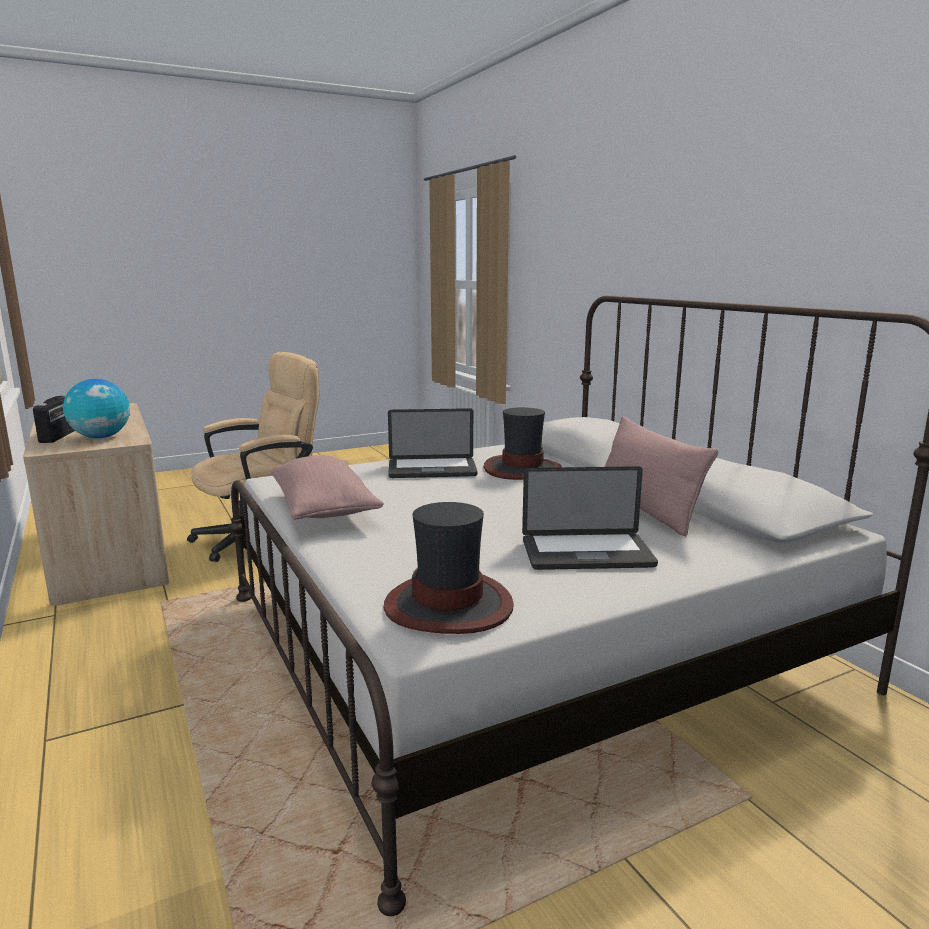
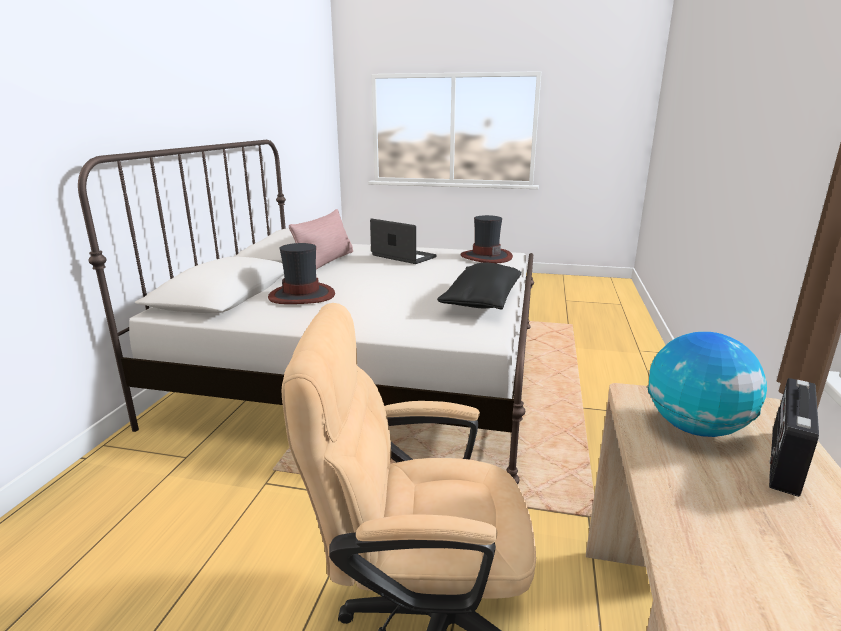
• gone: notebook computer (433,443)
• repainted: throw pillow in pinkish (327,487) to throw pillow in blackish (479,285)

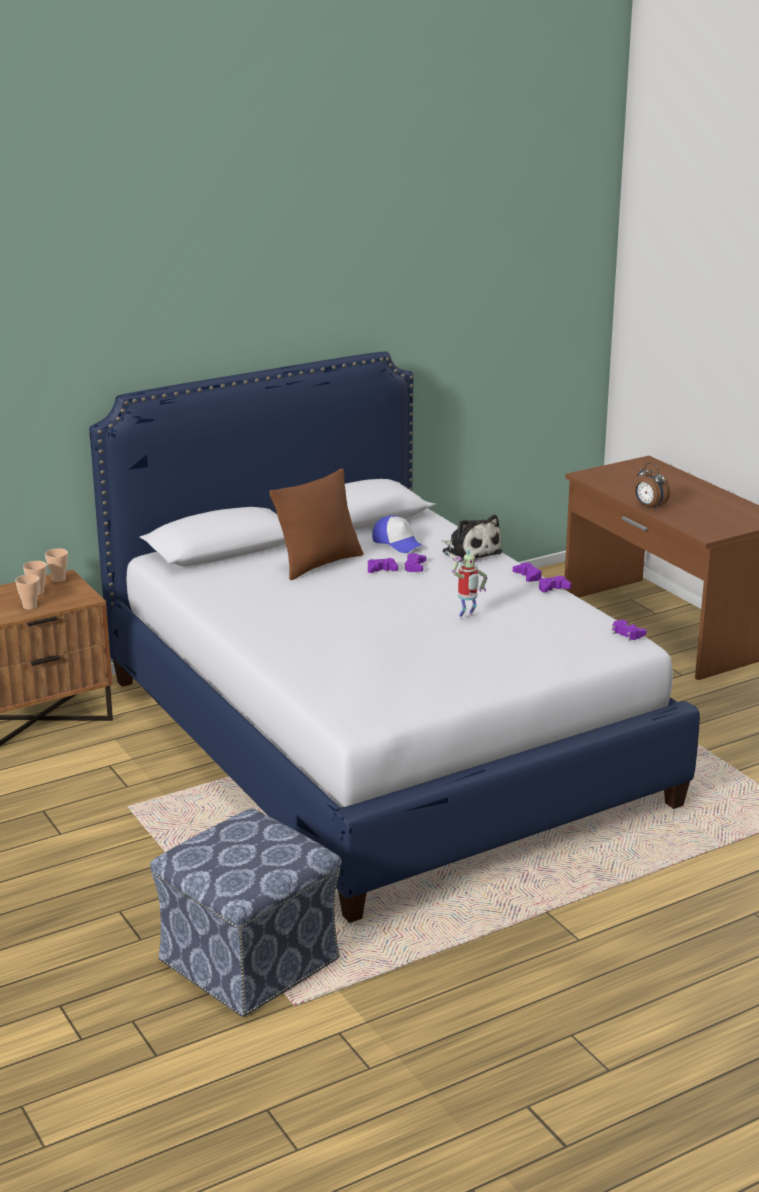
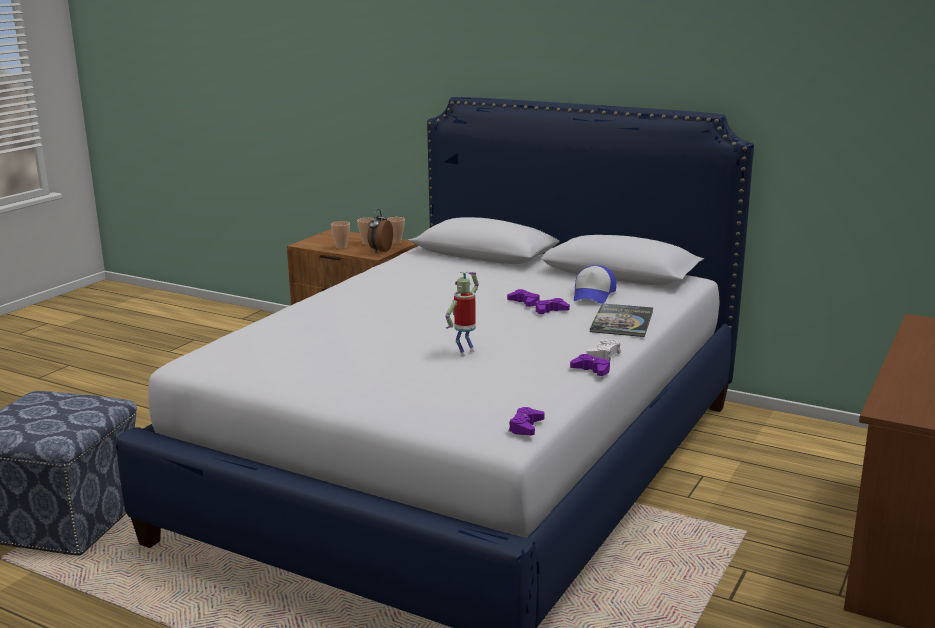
• shifted: bedside clock (652,486) to (380,230)
• gone: throw pillow in brown-coloured (316,524)
• swapped: plush toy (472,538) to book (621,320)
• rotated: toy robot (469,583) = (462,314) 105 degrees clockwise
• repainted: joypad in purplish (527,572) to joypad in white-coloured (604,349)

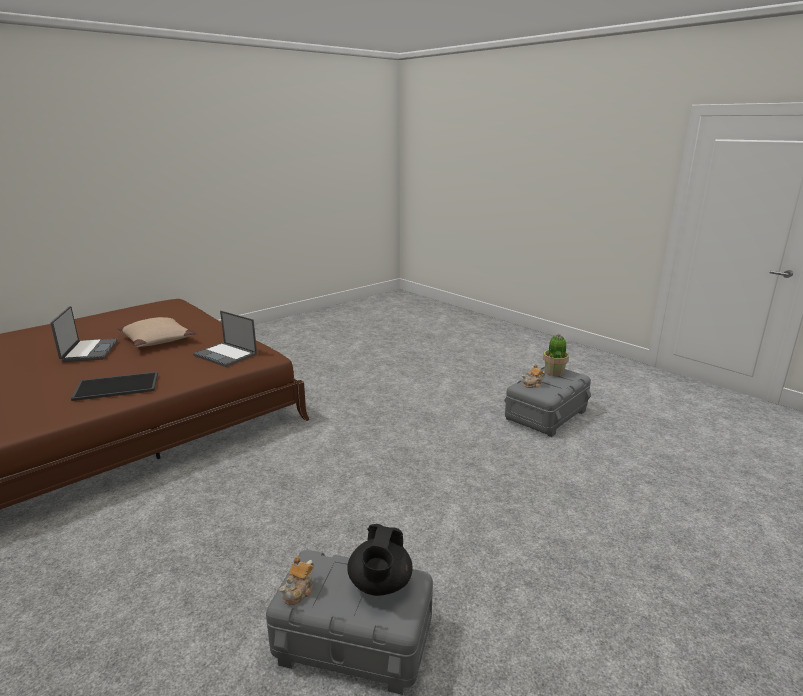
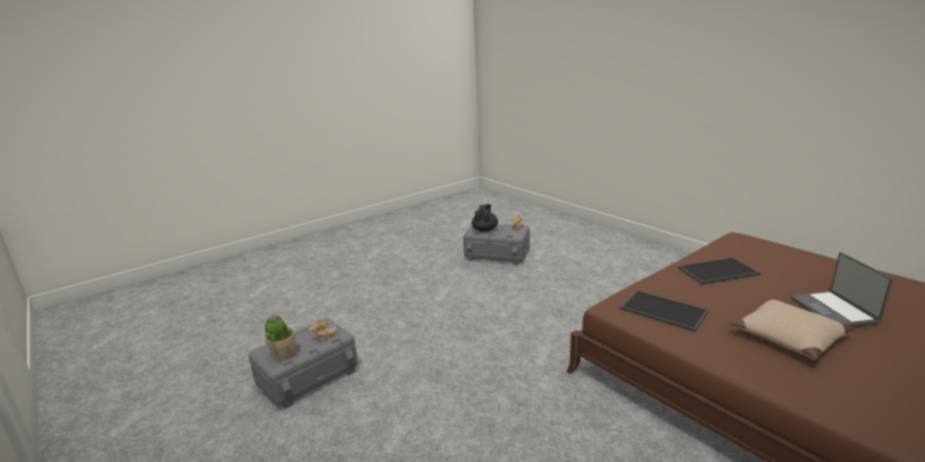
• swapped: notebook computer (225,339) to serving tray (664,311)

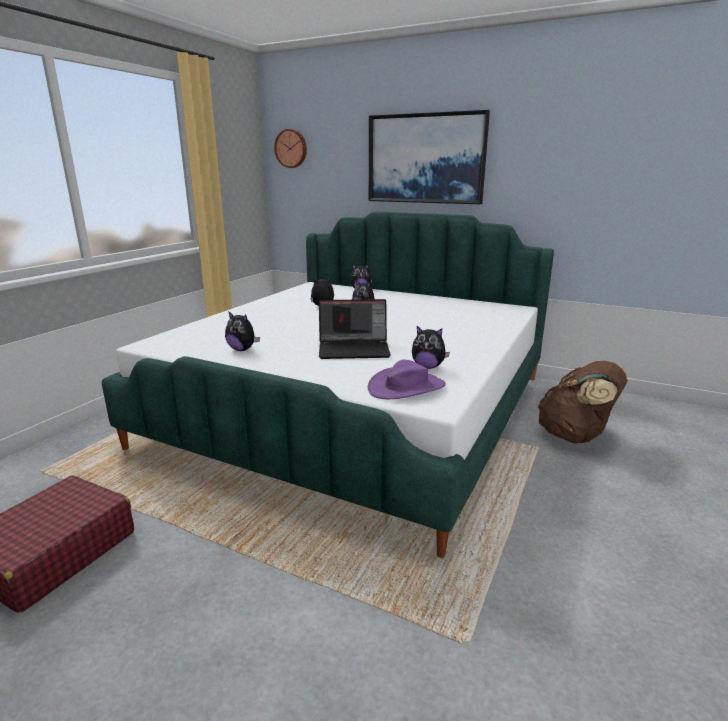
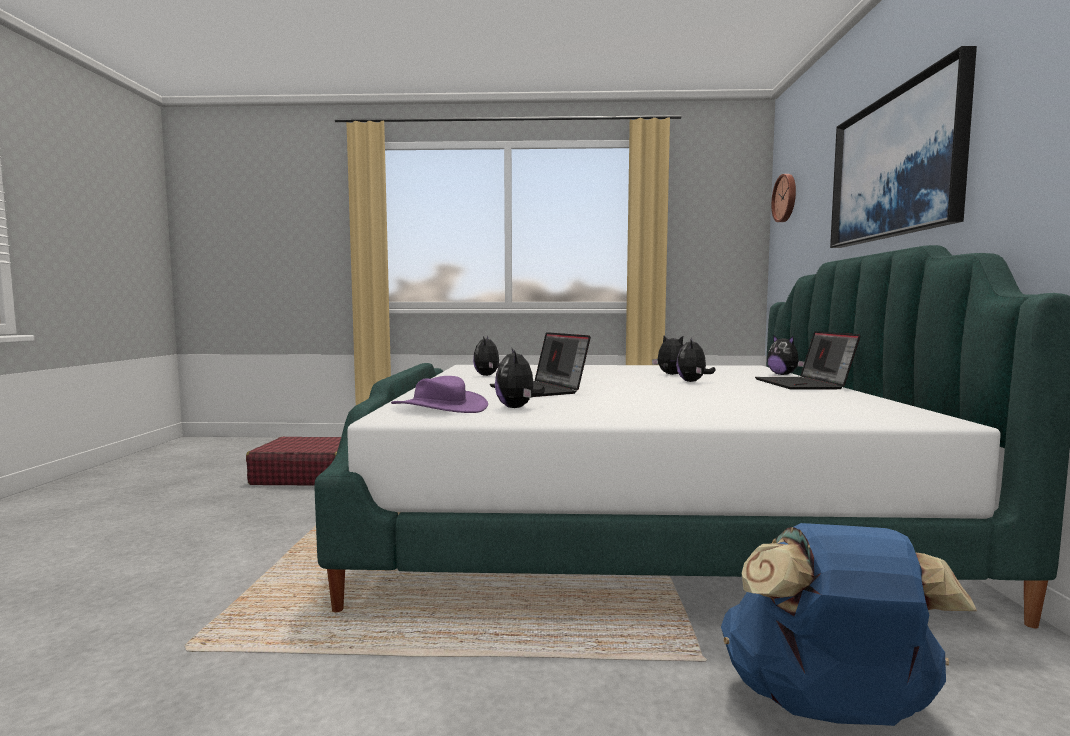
• repainted: knapsack in brown-coloured (583,402) to knapsack in blue (849,624)
• new: notebook computer (808,360)

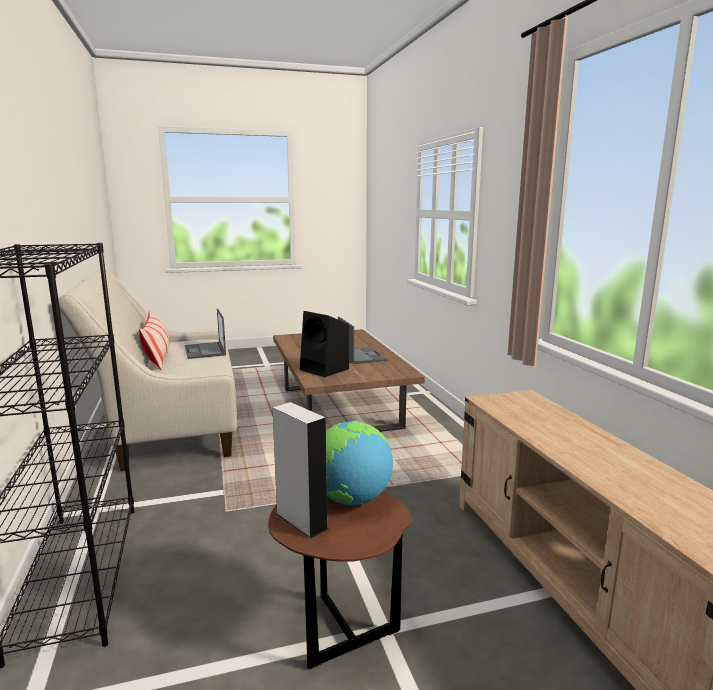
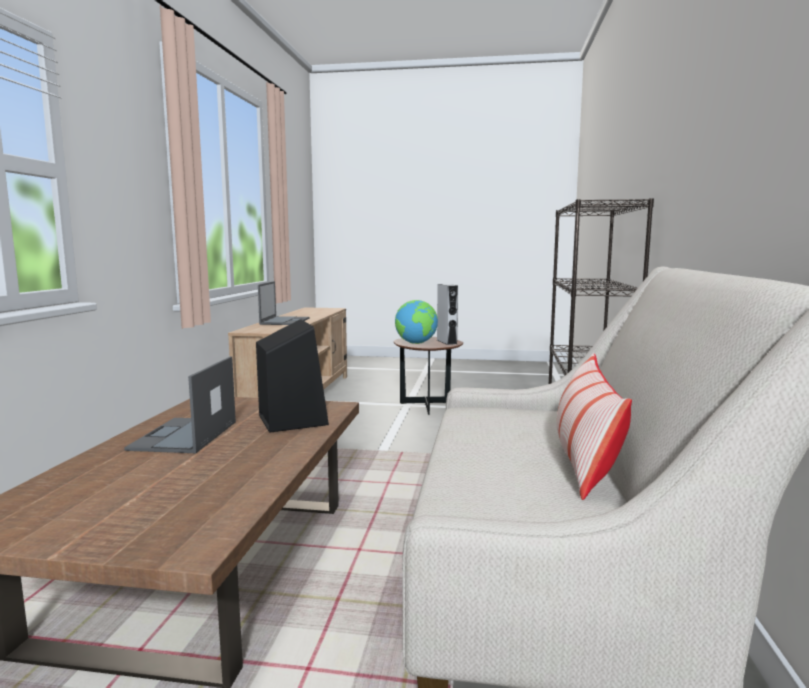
• shifted: notebook computer (205,333) to (284,303)

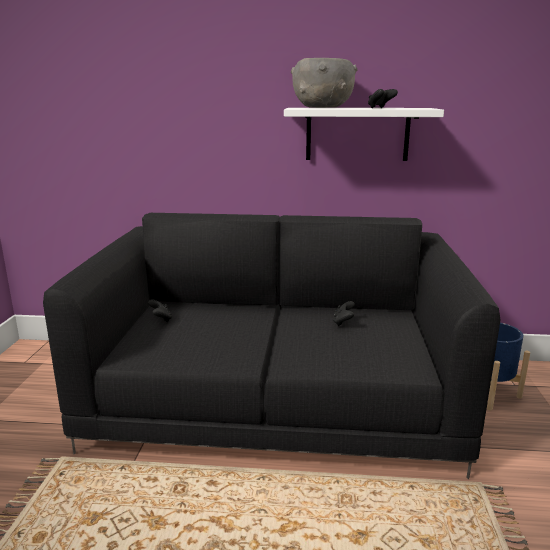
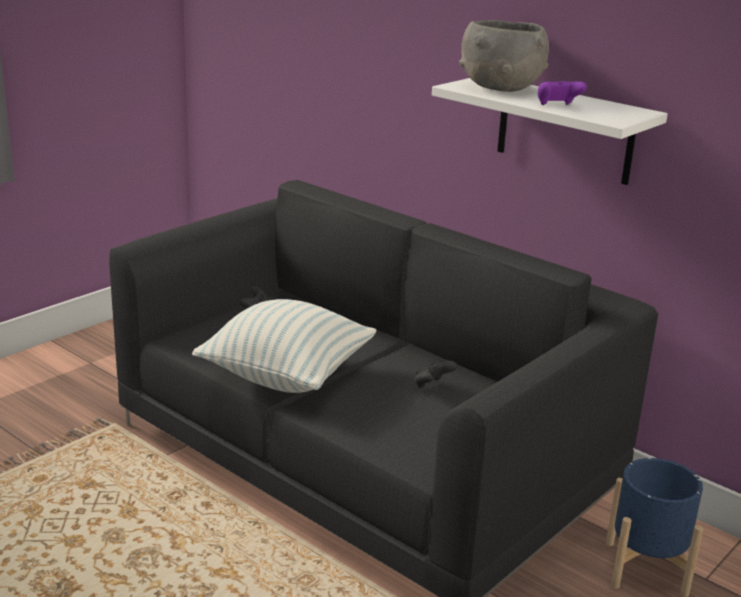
• repainted: joypad in blackish (383,98) to joypad in purplish (562,93)
• new: throw pillow (284,346)

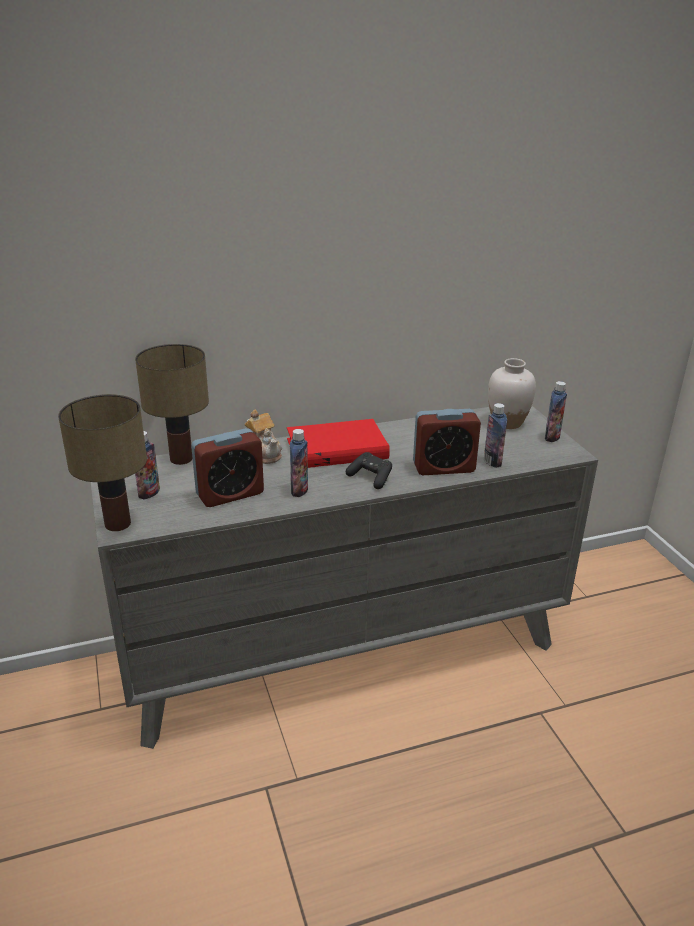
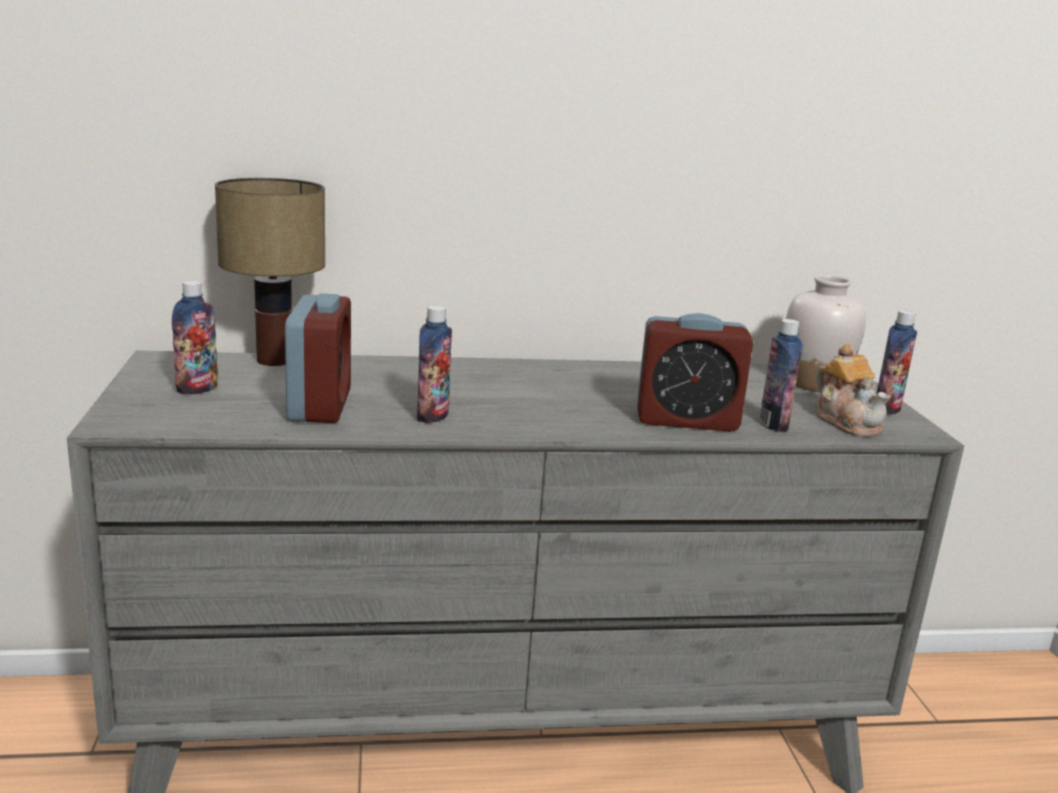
• gone: tabletop lamp (102,462)
• shifted: tea pot (263,436) to (853,390)
• gone: book in red (338,443)
• rotated: bedside clock (227,467) = (318,358) 75 degrees counterclockwise
• gone: joypad in blackish (369,470)

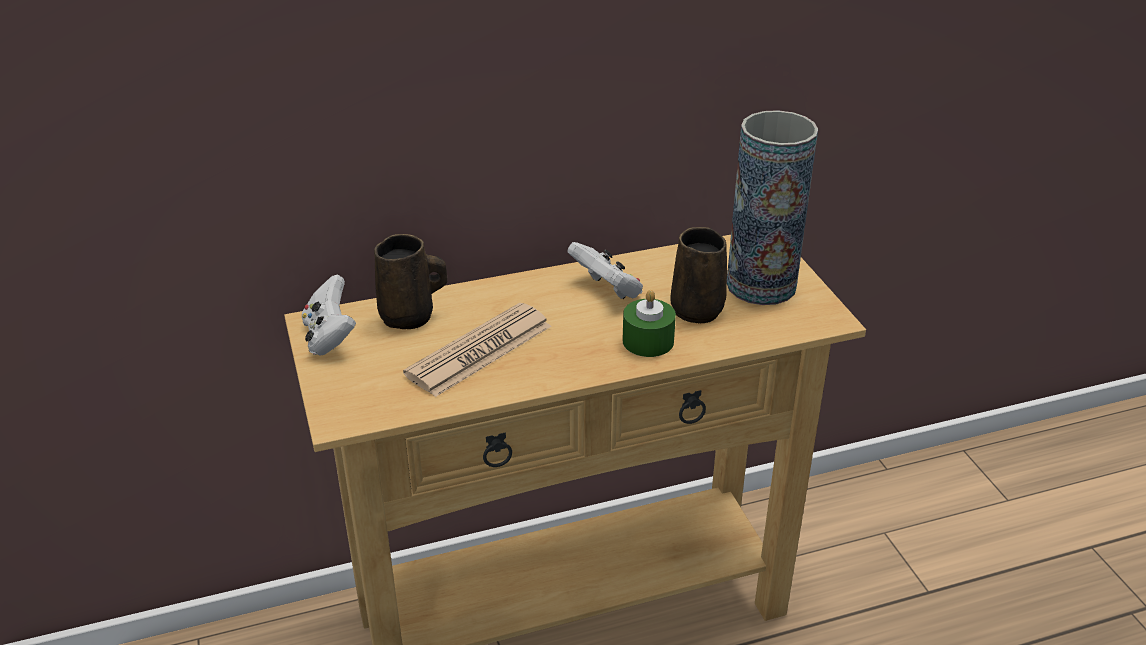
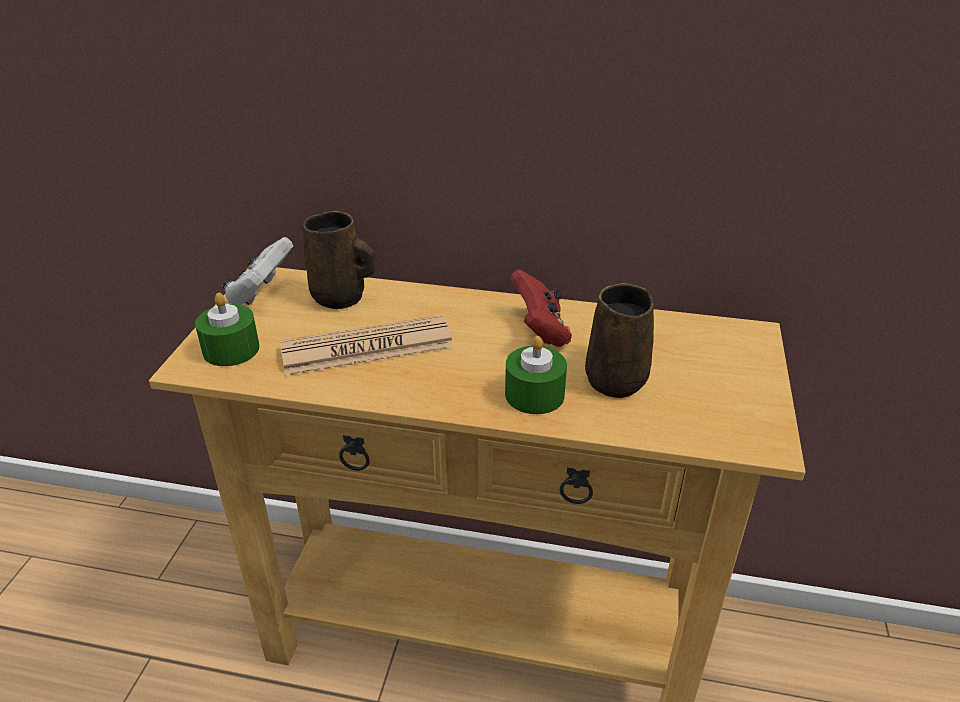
• gone: decorative vase (772,207)
• repainted: joypad in white-coloured (605,270) to joypad in red (541,308)
• new: candle in green-coloured (227,329)

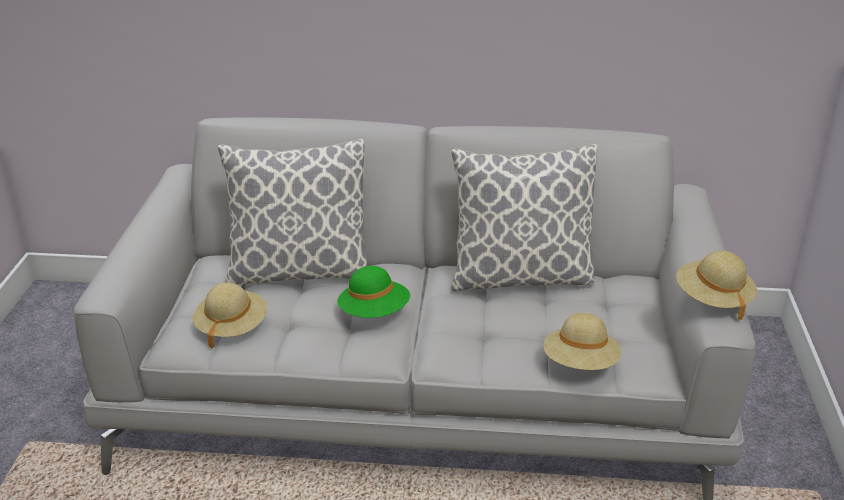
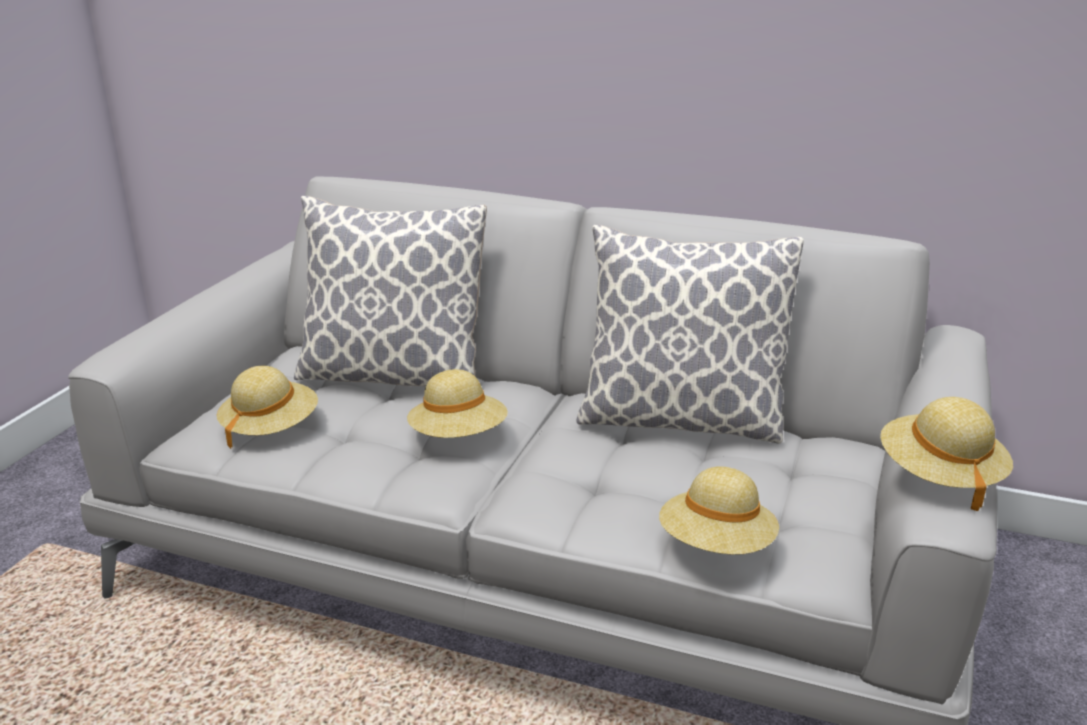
• repainted: hat in green-coloured (373,292) to hat in beige (457,403)

